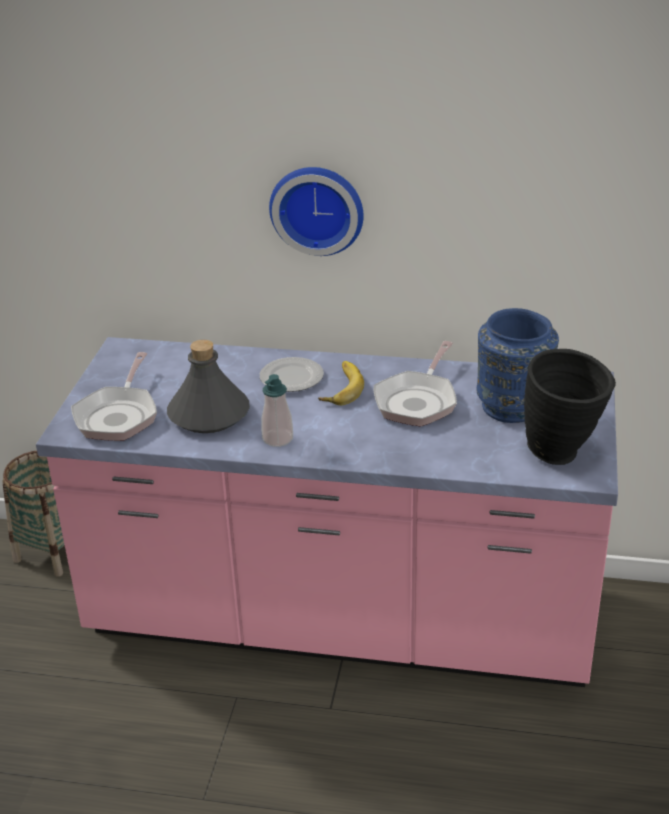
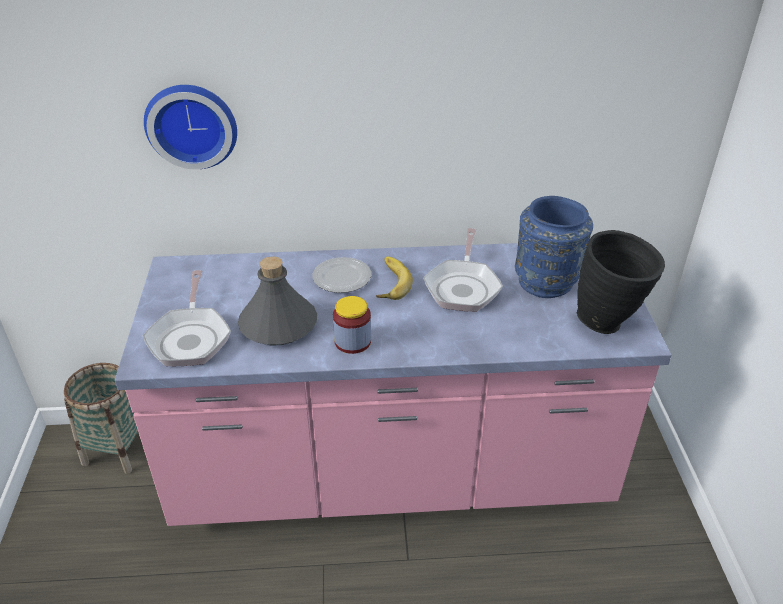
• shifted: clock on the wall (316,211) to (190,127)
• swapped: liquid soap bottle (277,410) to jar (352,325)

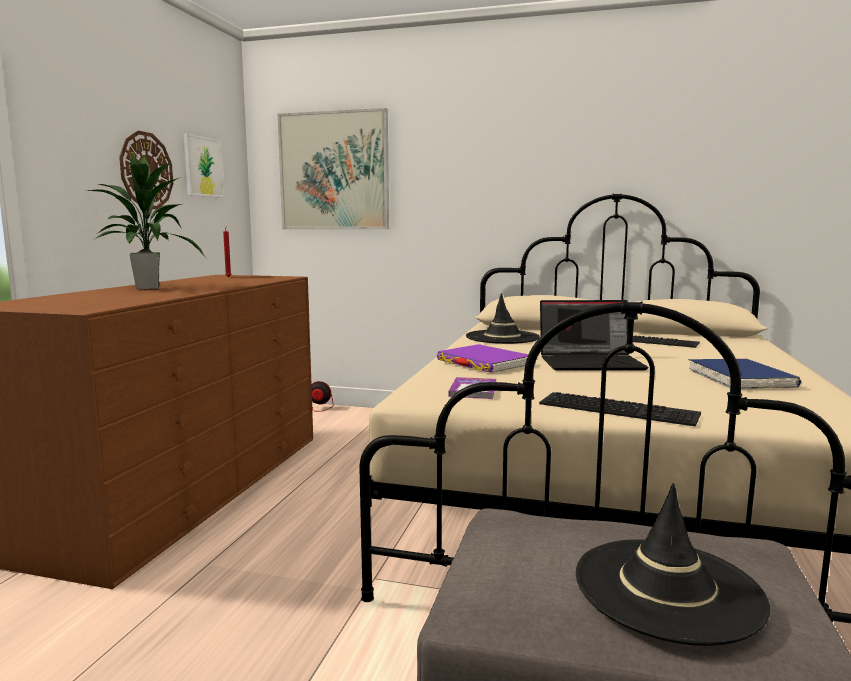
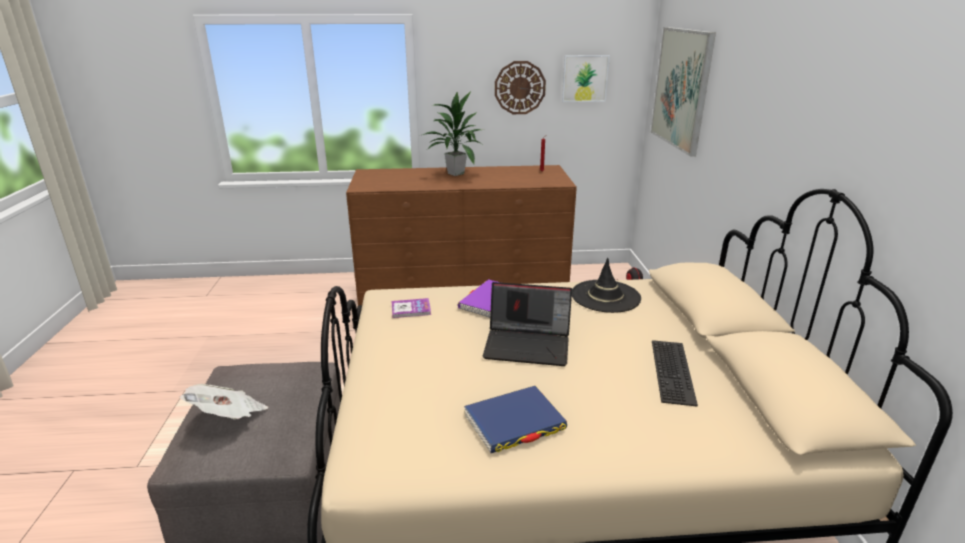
• rotated: notebook computer (594,335) = (527,324) 60 degrees counterclockwise
• gone: PC keyboard (620,409)
• swapped: hat in blackish (673,564) to newspaper (223,401)

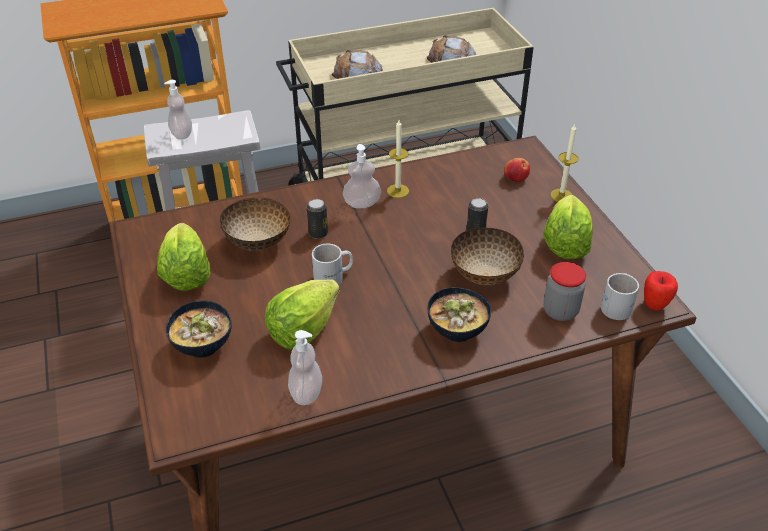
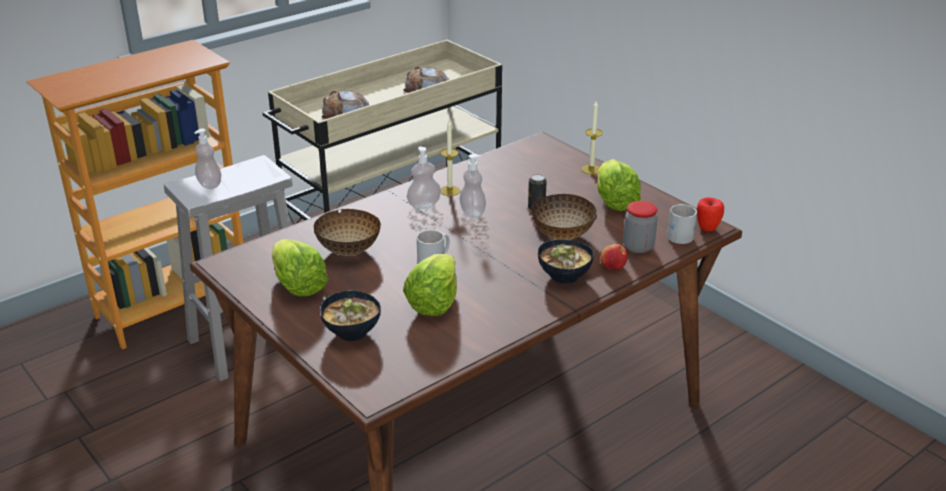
• shifted: apple fruit (517,170) to (614,257)
• gone: can (317,219)
• shifted: liquid soap bottle (305,367) to (472,186)

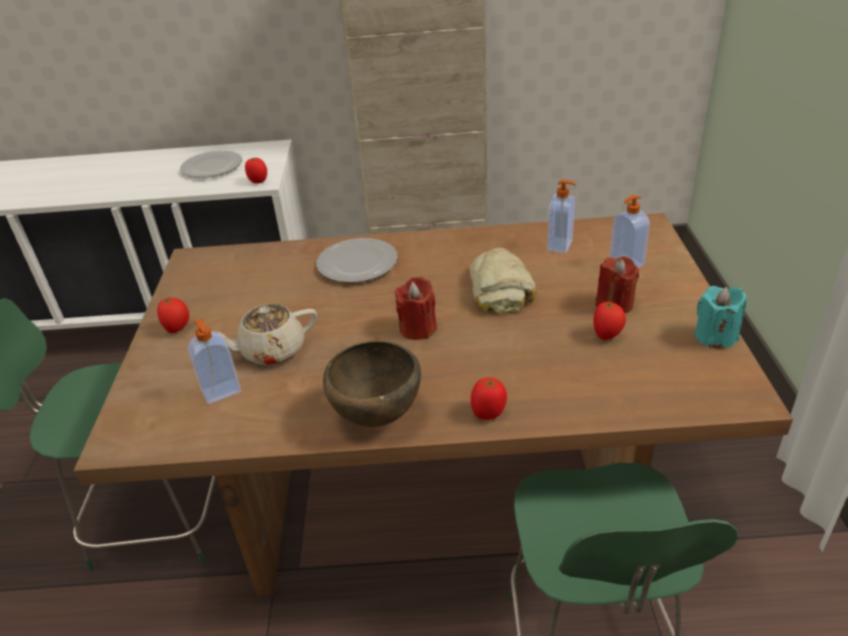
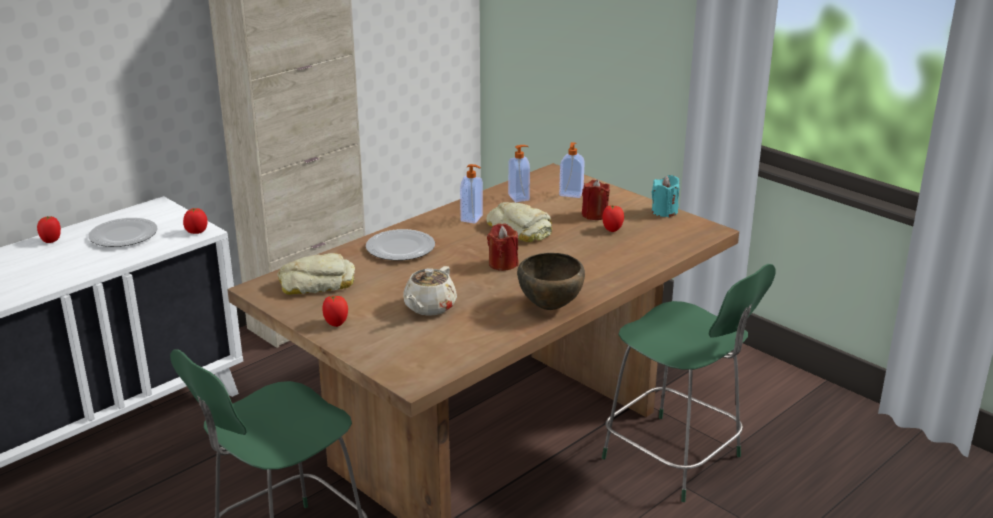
• shifted: liquid soap bottle (214,361) to (471,193)
• shifted: tomato (489,398) to (49,229)
• new: bakery bread (316,274)

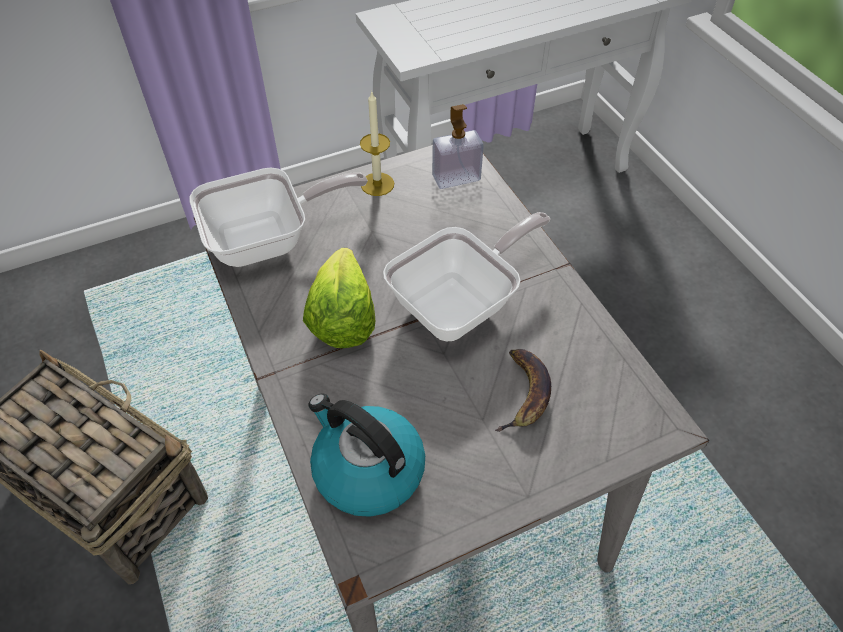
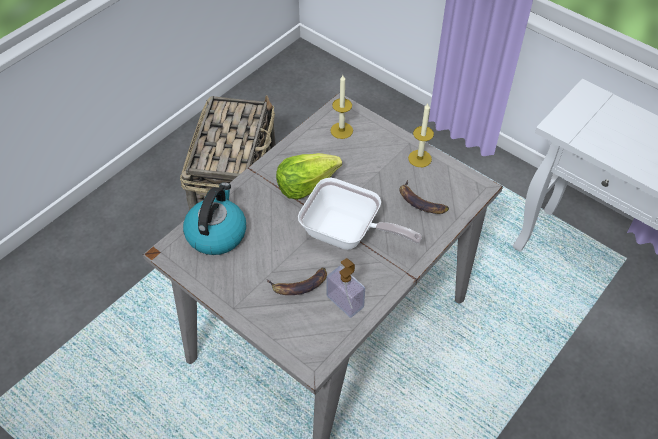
• shifted: liquid soap bottle (458,146) to (345,288)
• swapped: frying pan (279,217) to candle (341,107)
• new: banana fruit (424,197)

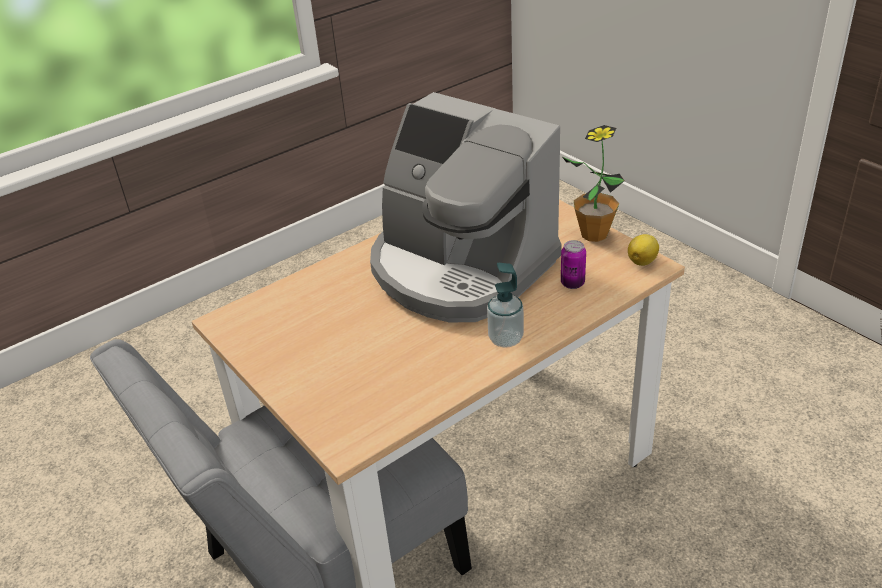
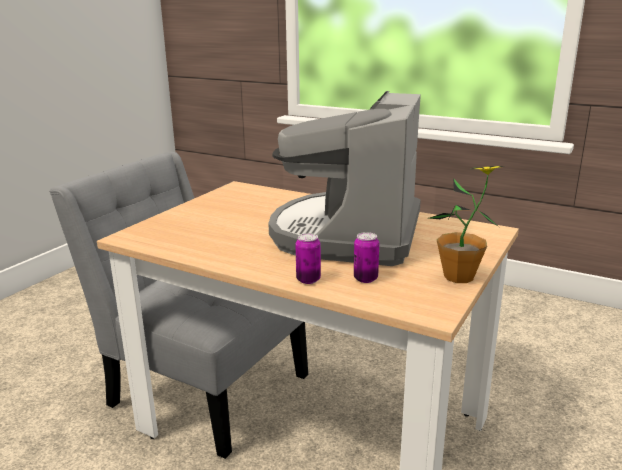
• gone: citrus fruit (643,250)
• gone: liquid soap bottle (505,305)
• new: can (308,258)

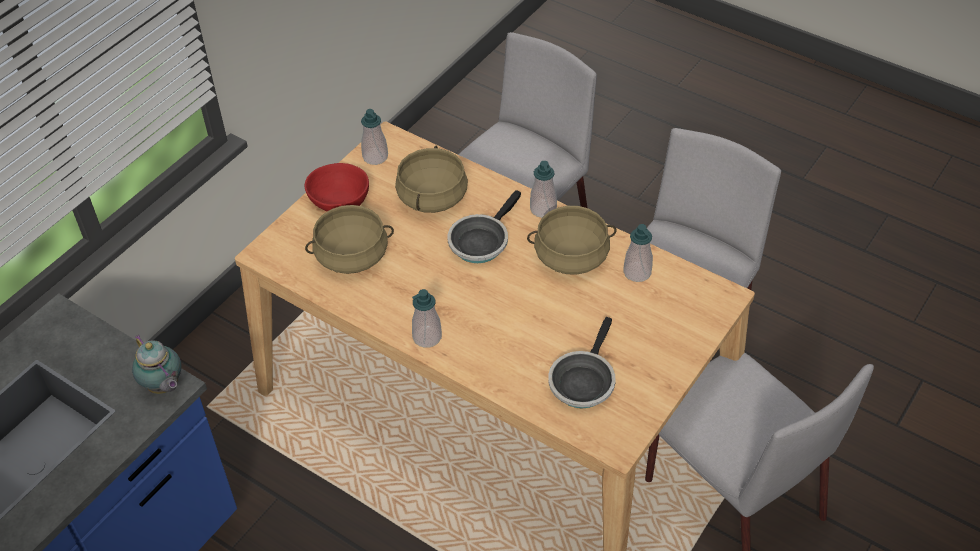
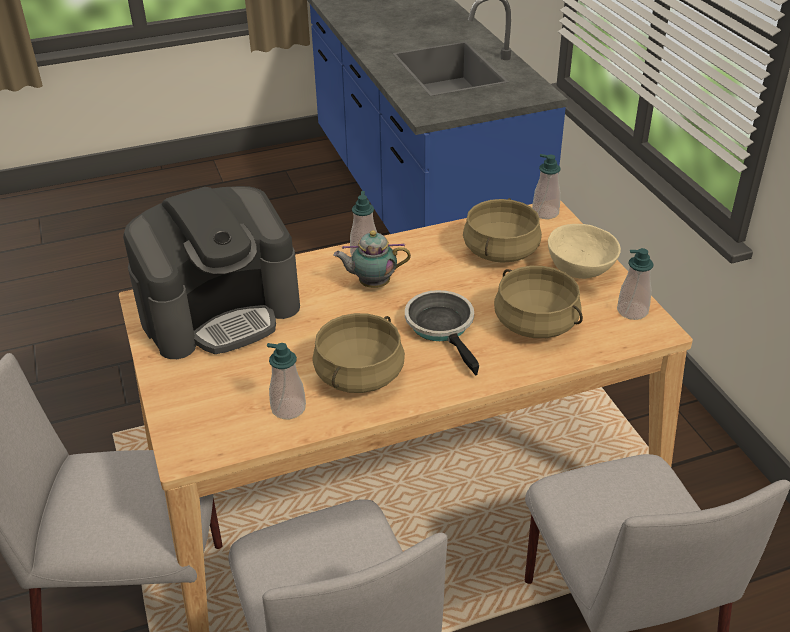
• shifted: liquid soap bottle (543,189) to (546,186)
• repainted: bowl in red (337,187) to bowl in beige (584,251)
• swapped: frying pan (582,362) to coffee brewer (211,272)
• shifted: tea pot (157,364) to (372,259)

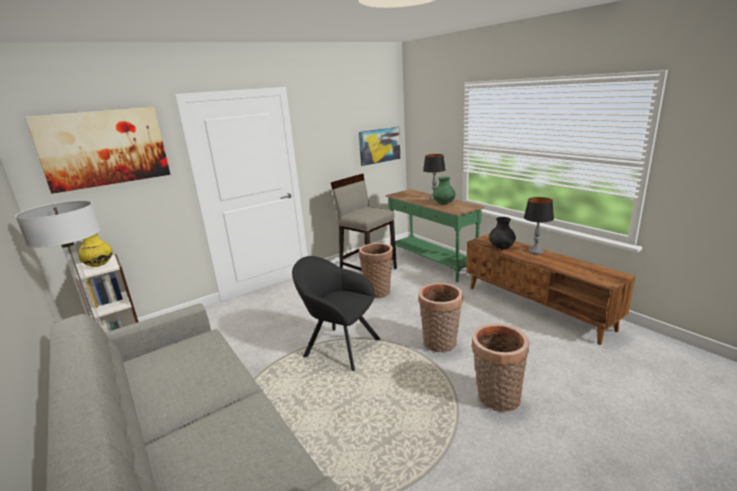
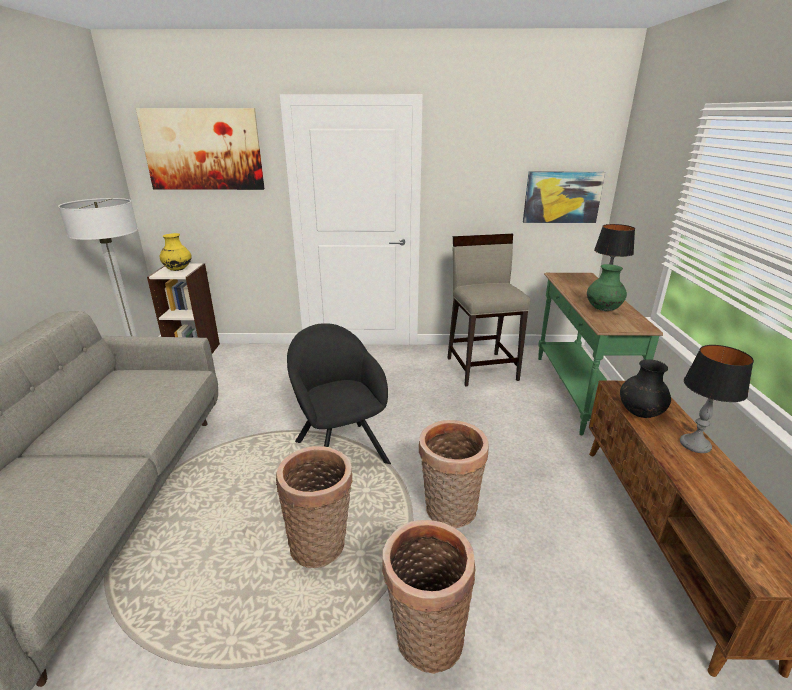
• shifted: storage basket (376,270) to (314,507)

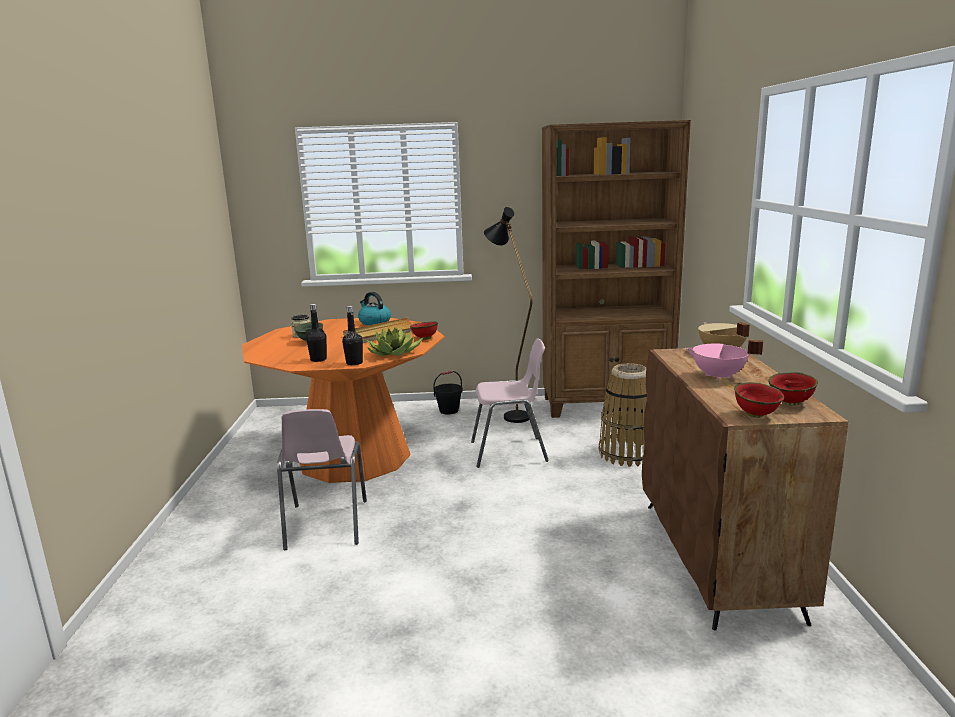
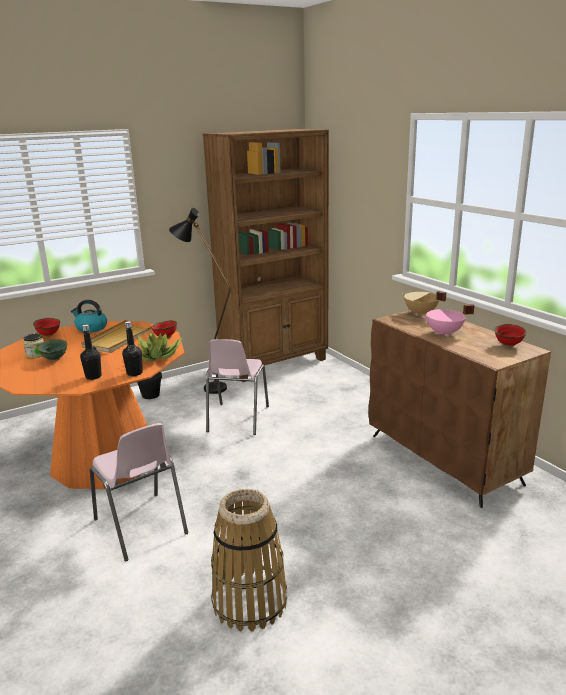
• rotated: chair in pinkish (510,403) = (237,387) 135 degrees clockwise
• shifted: storage basket (623,415) to (249,560)
• shifted: bowl in red (759,400) to (46,327)

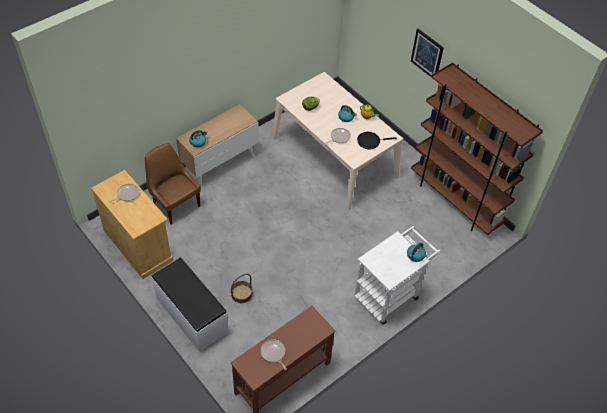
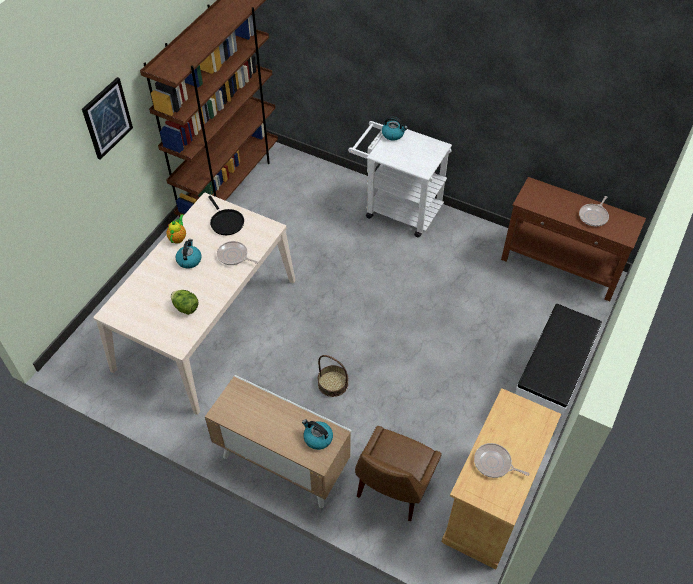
• shifted: storage basket (242,288) to (333,376)

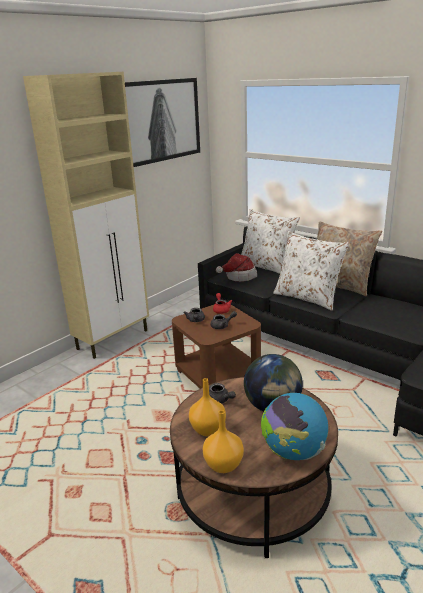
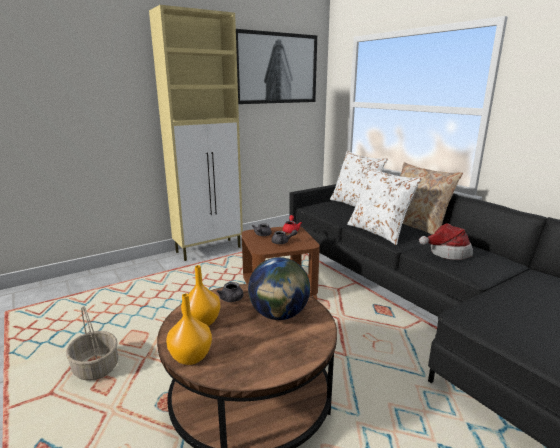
• shifted: hat (236,267) to (446,241)
• gone: globe (294,426)
• new: storage basket (92,343)

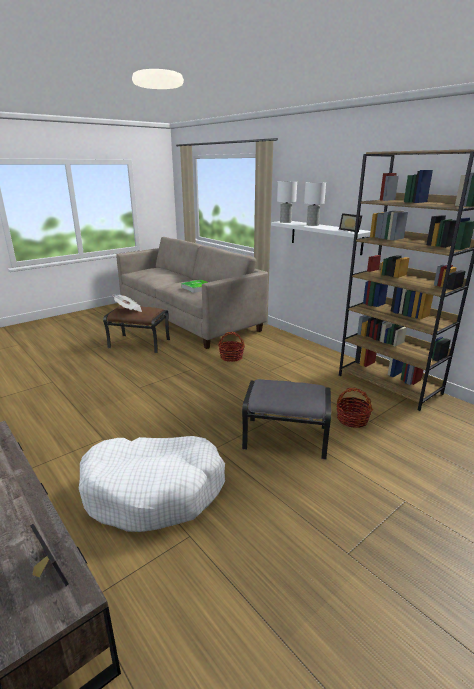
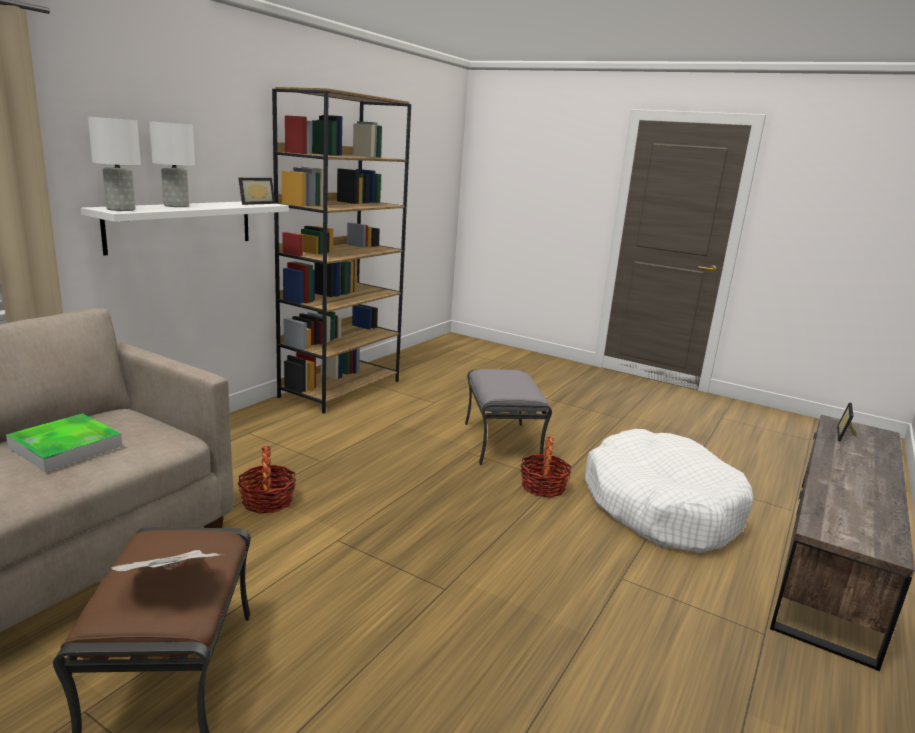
• shifted: storage basket (355,408) to (546,466)

